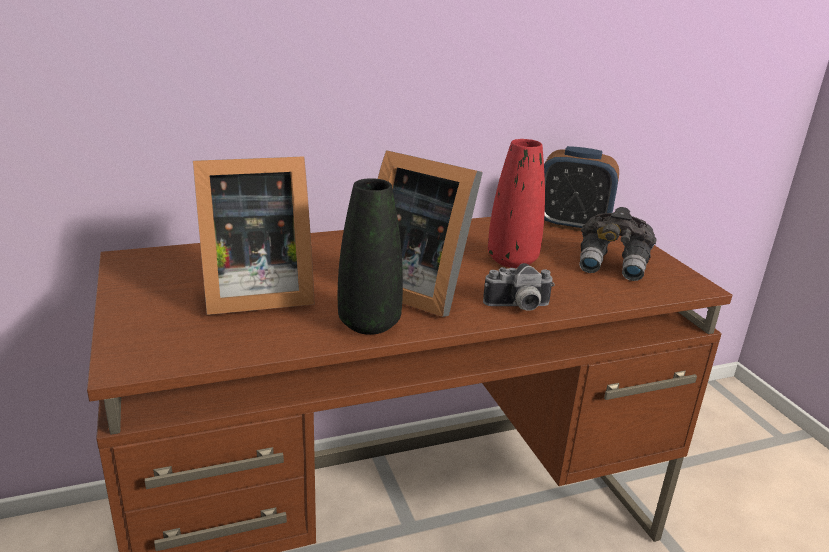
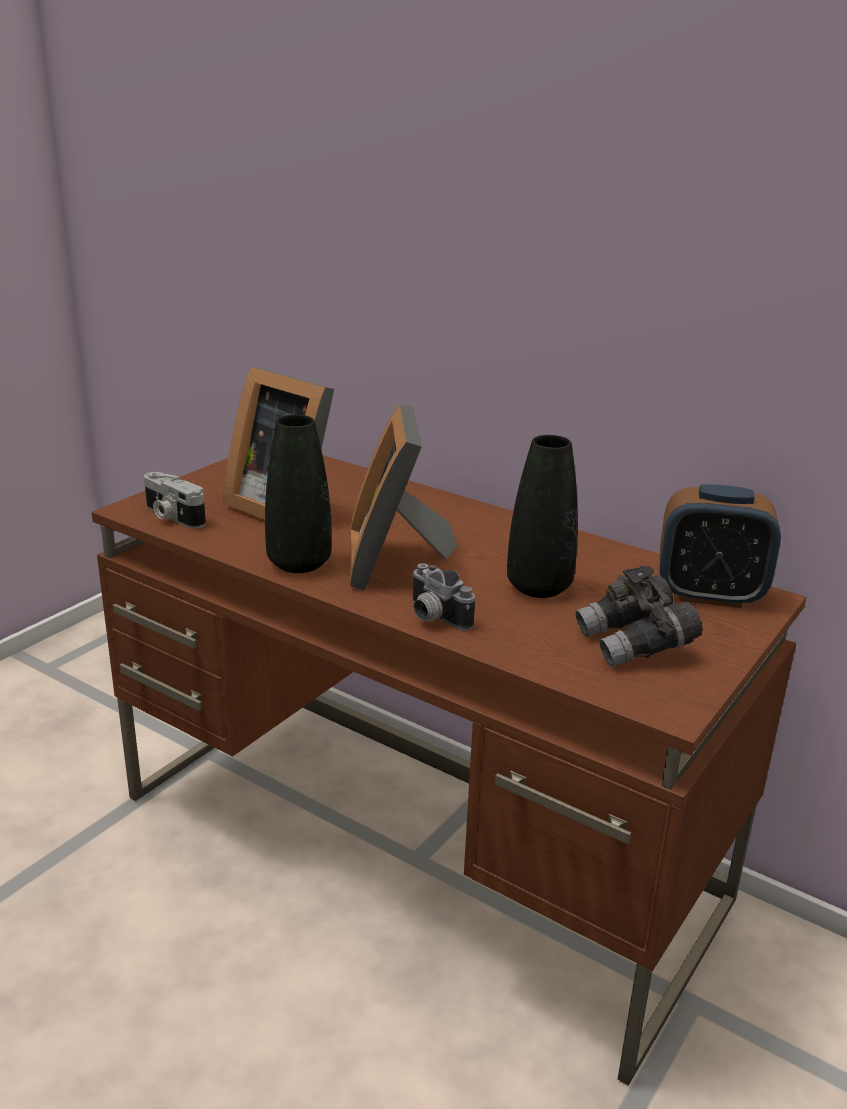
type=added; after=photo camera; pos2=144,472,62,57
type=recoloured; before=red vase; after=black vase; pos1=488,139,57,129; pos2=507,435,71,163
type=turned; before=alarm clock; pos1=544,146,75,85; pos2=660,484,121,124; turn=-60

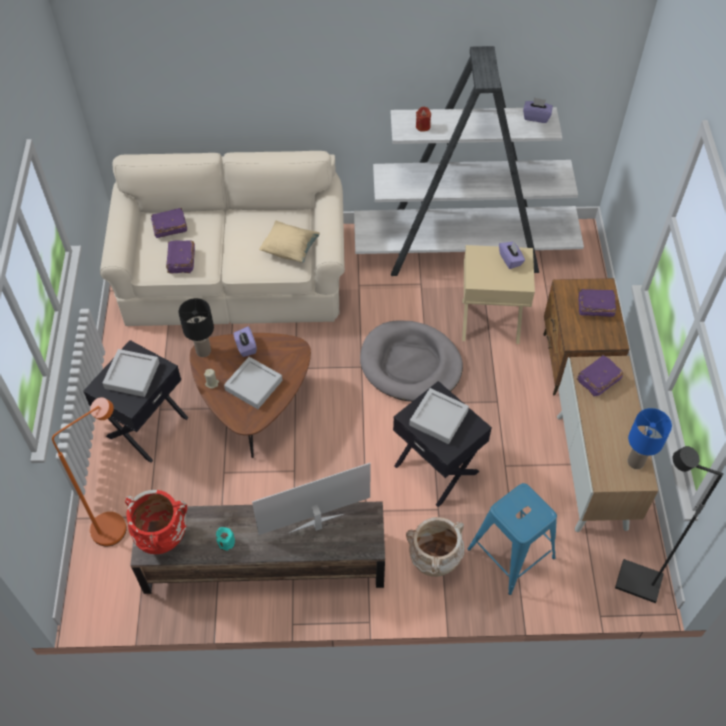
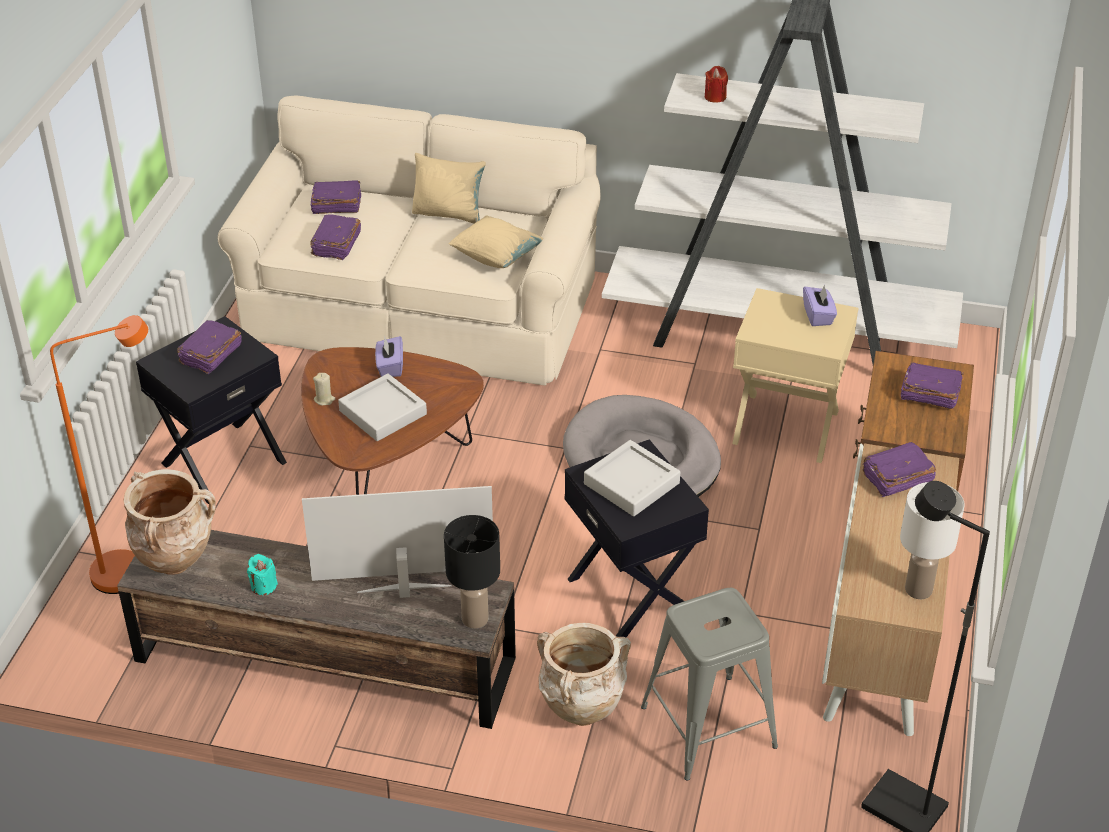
type=removed; before=purple tissue box; pos1=523,97,30,26
type=added; after=beige pillow; pos2=412,153,74,71
type=moved; before=black table lamp; pos1=179,298,35,59; pos2=444,515,56,114
type=replaced; before=grey tray; after=purple book; pos1=103,349,57,48; pos2=177,320,65,54
type=recoloured; before=red vase; after=beige vase; pos1=125,490,62,64; pos2=124,469,92,106
type=recoloured; before=blue stool; after=grey stool; pos1=468,483,89,112; pos2=641,588,137,193
type=recoloured; before=blue table lamp; after=white table lamp; pos1=627,408,45,61; pos2=900,482,65,117

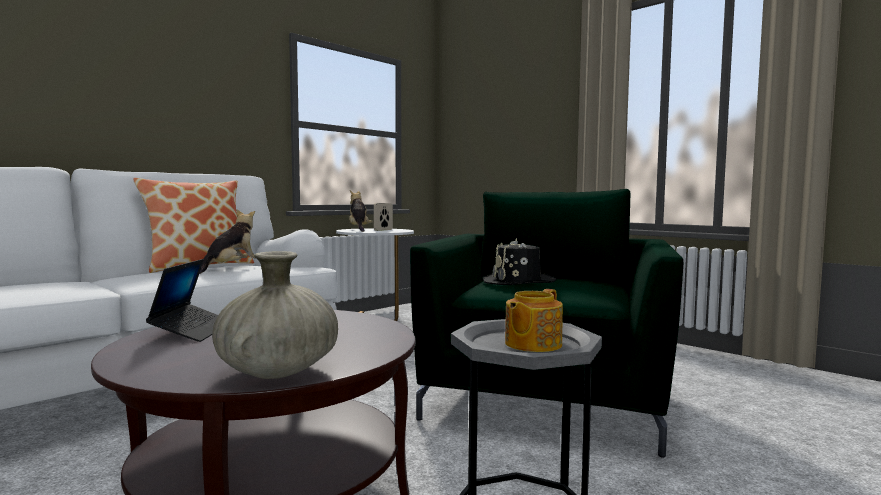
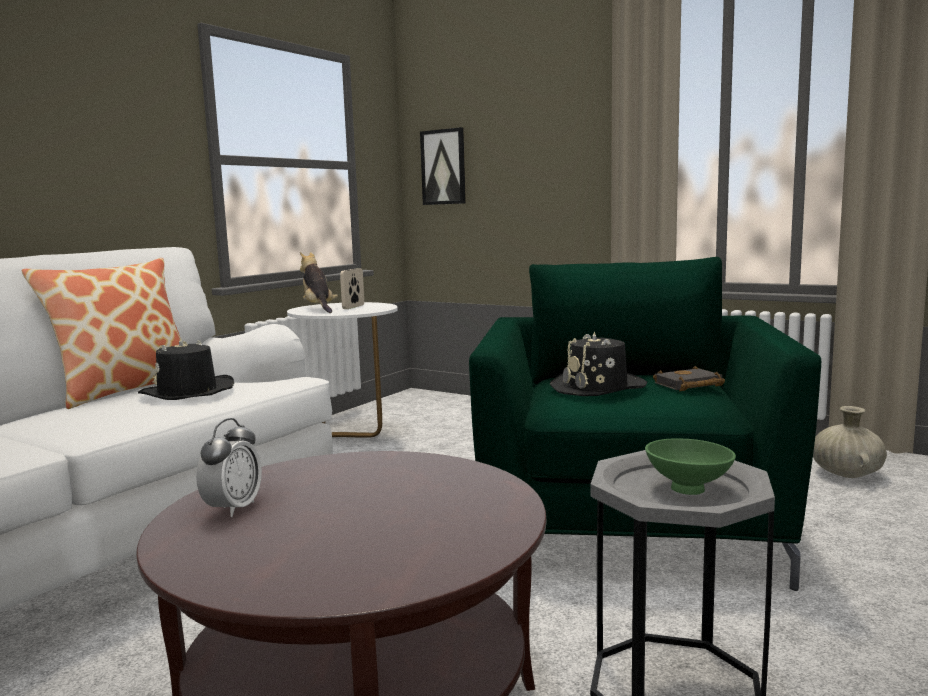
type=added; after=picture; pos2=420,127,46,78
type=added; after=black book; pos2=653,366,72,25
type=moved; before=beige vase; pos1=212,251,126,128; pos2=813,406,74,72
type=replaced; before=laptop; after=alarm clock; pos1=146,259,72,83; pos2=196,418,66,99
type=replaced; before=plush toy; after=black hat; pos1=199,210,57,64; pos2=138,337,96,63
type=replaced; before=teapot; after=green bowl; pos1=505,289,58,63; pos2=645,438,91,57

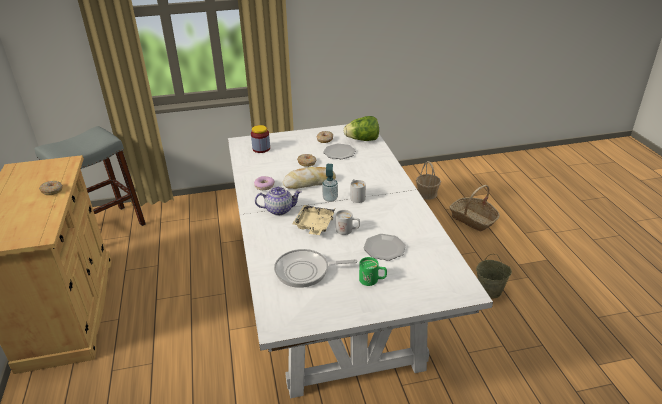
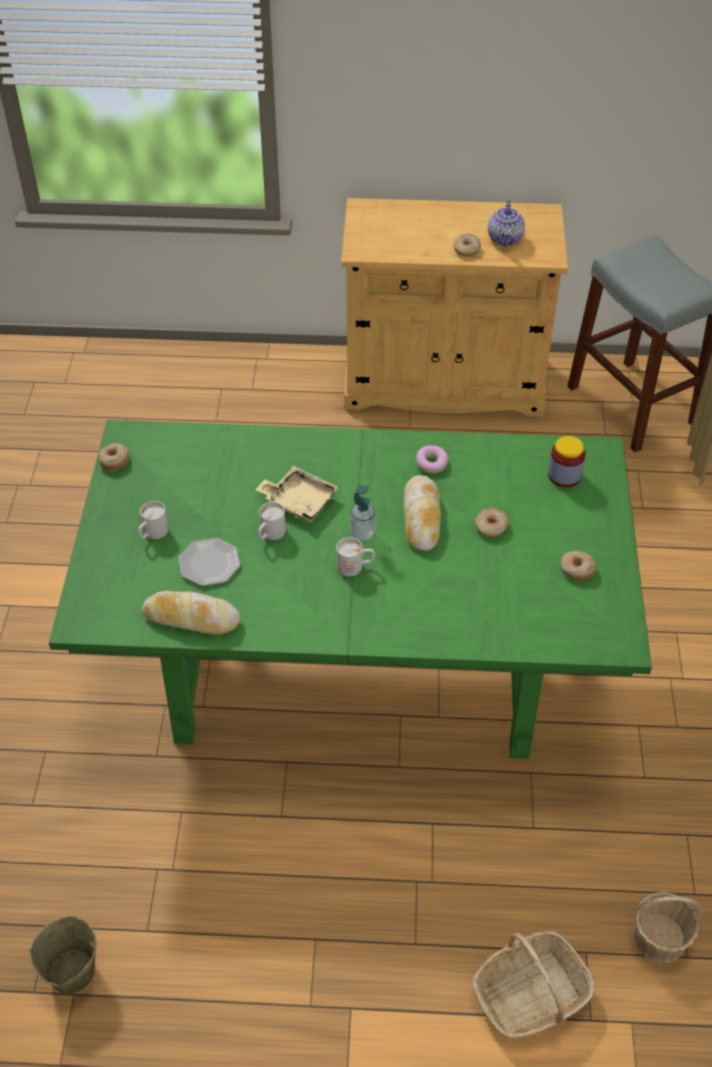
type=removed; before=frying pan; pos1=274,249,83,39
type=removed; before=plate; pos1=323,144,33,15
type=removed; before=lettuce; pos1=344,116,35,25
type=added; after=donut; pos2=98,443,31,28
type=added; after=bread; pos2=142,591,99,44
type=moved; before=teapot; pos1=255,187,47,29; pos2=488,200,37,46
type=moved; before=beige bucket; pos1=476,254,36,44; pos2=30,916,67,78
type=recoloured; before=white dining table; after=green dining table; pos1=228,124,265,274; pos2=49,420,603,339
type=recoloured; before=green mug; after=white mug; pos1=359,257,28,29; pos2=138,501,31,39

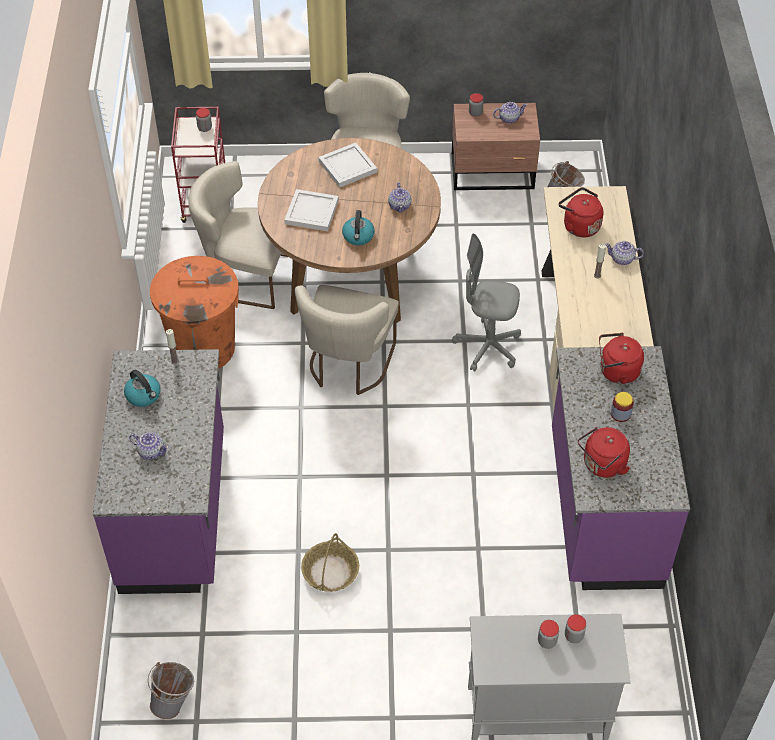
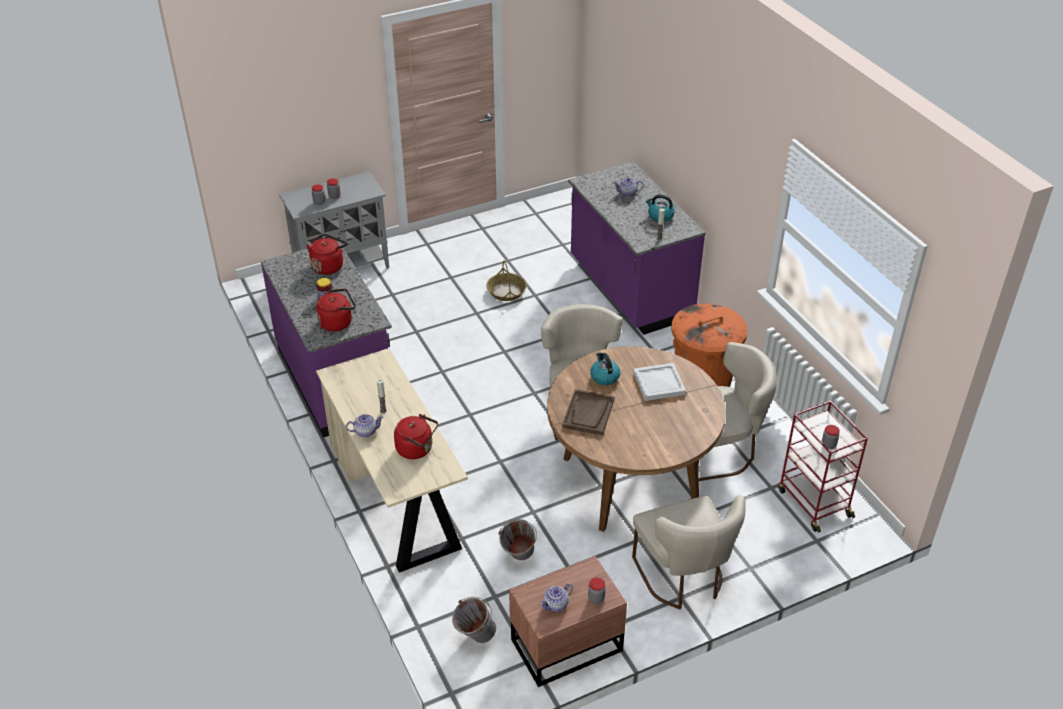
type=removed; before=white tray; pos1=319,143,58,45
type=removed; before=grey office chair; pos1=452,234,69,138
type=moved; before=grey bucket; pos1=148,662,46,57; pos2=499,519,38,41
type=replaced; before=teapot; after=brown tray; pos1=388,182,24,31; pos2=562,389,52,47

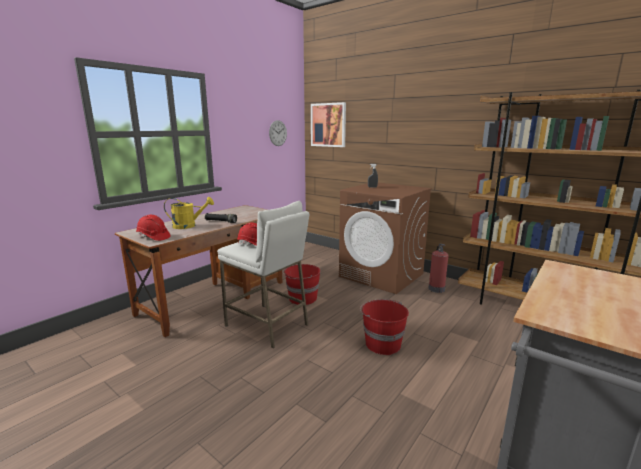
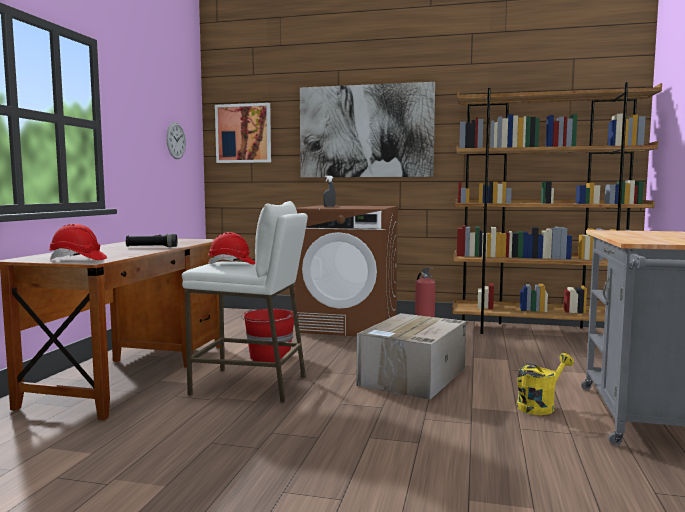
type=added; after=picture; pos2=300,82,135,95
type=moved; before=yellow watering can; pos1=164,197,50,32; pos2=517,353,57,62
type=replaced; before=red bucket; after=cardboard box; pos1=360,299,49,56; pos2=357,313,109,87

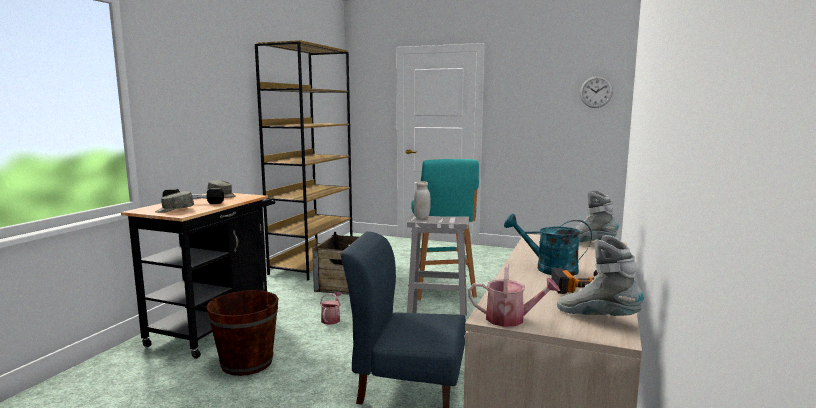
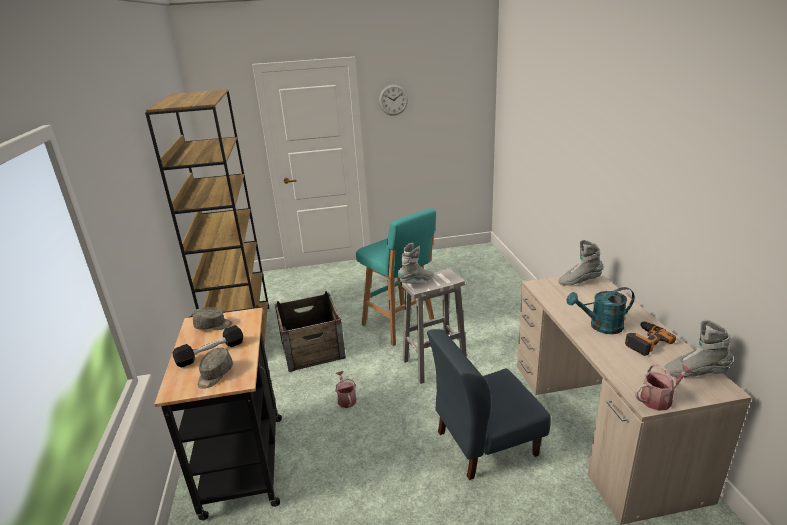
type=removed; before=brown bucket; pos1=206,290,73,86
type=moved; before=wall clock; pos1=580,76,33,32; pos2=379,84,29,32
type=replaced; before=white jar; after=grey boot; pos1=414,181,17,38; pos2=398,243,35,41

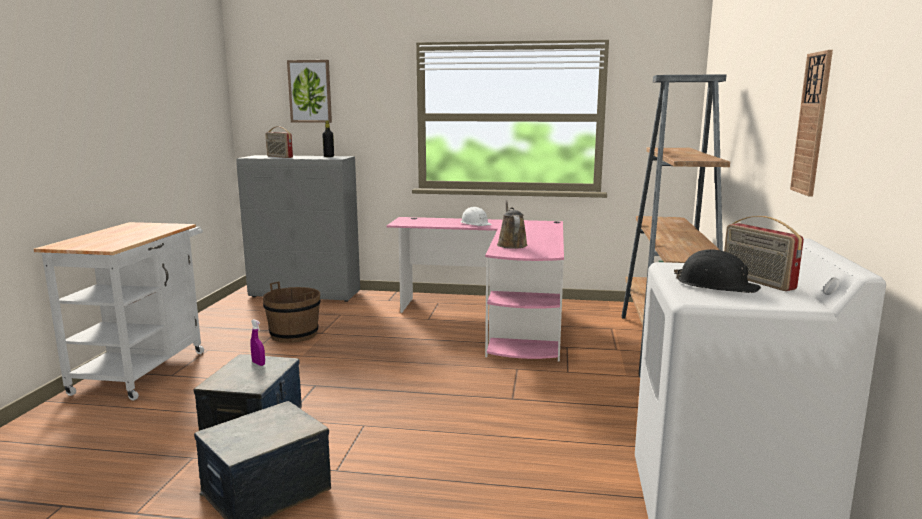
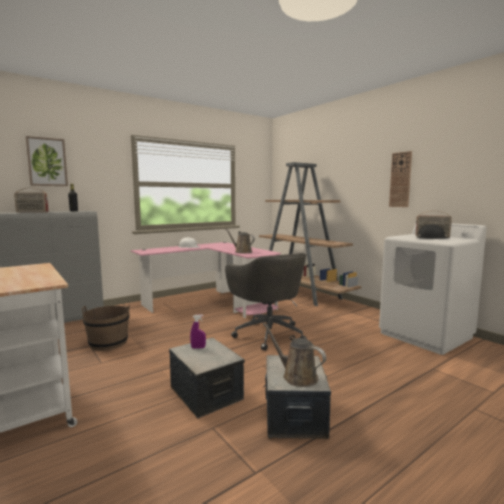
type=added; after=grey office chair; pos2=225,253,82,98
type=added; after=brown watering can; pos2=263,323,63,64

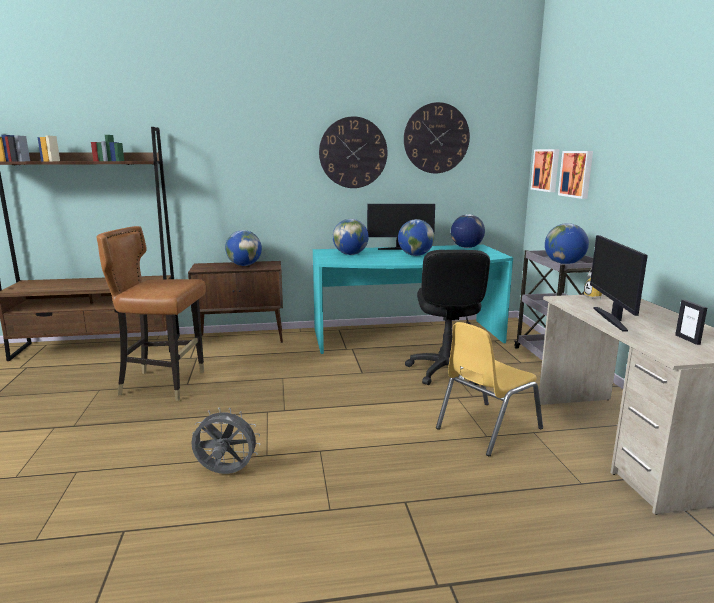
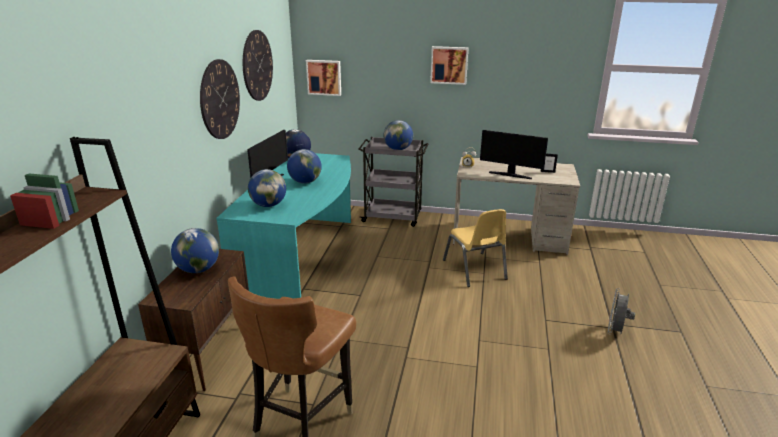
type=removed; before=black office chair; pos1=405,250,85,135
type=moved; before=grey fan; pos1=191,407,70,67; pos2=608,288,27,47
type=moved; before=picture; pos1=558,151,35,48; pos2=430,46,39,39

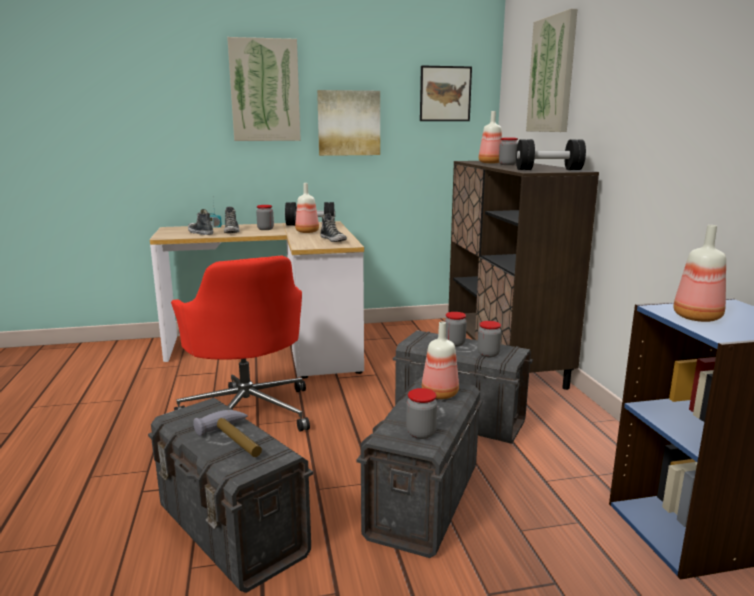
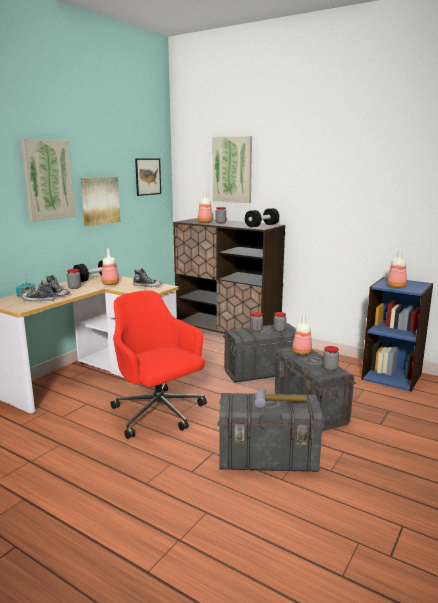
type=turned; before=red office chair; pos1=171,256,139,176; pos2=111,290,96,149; turn=-150

